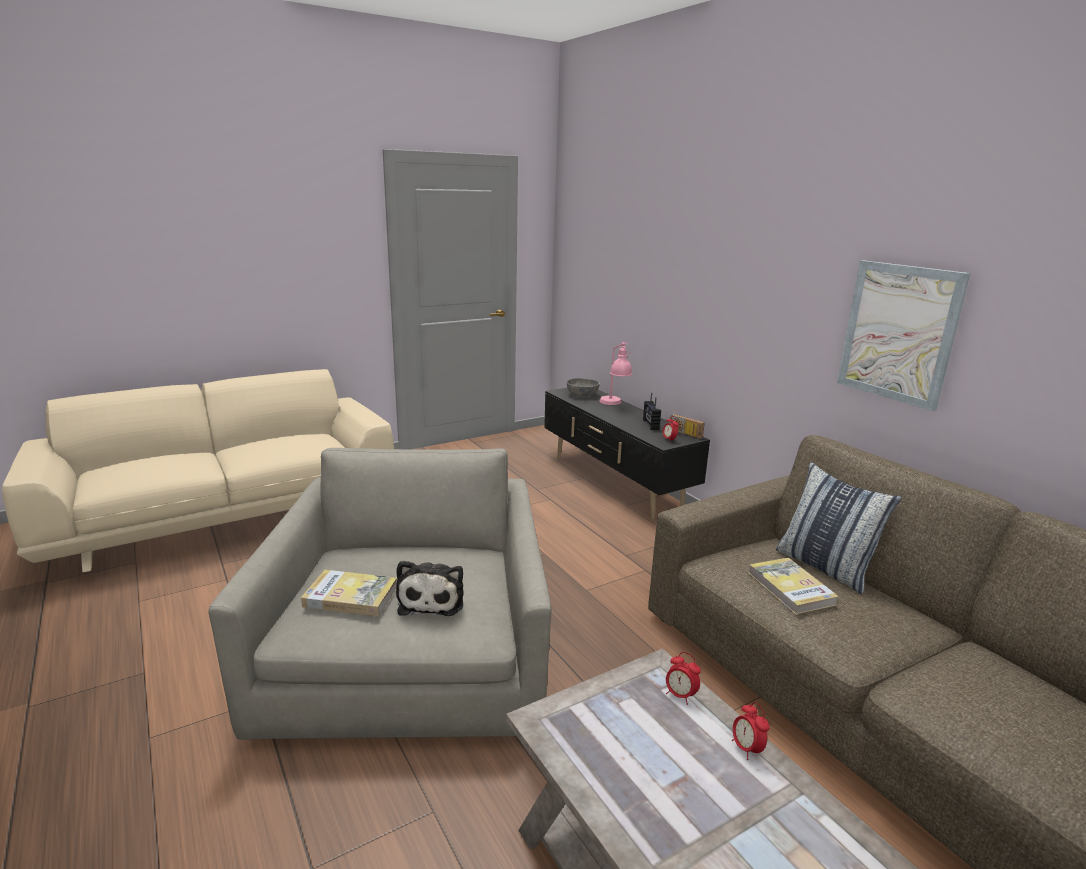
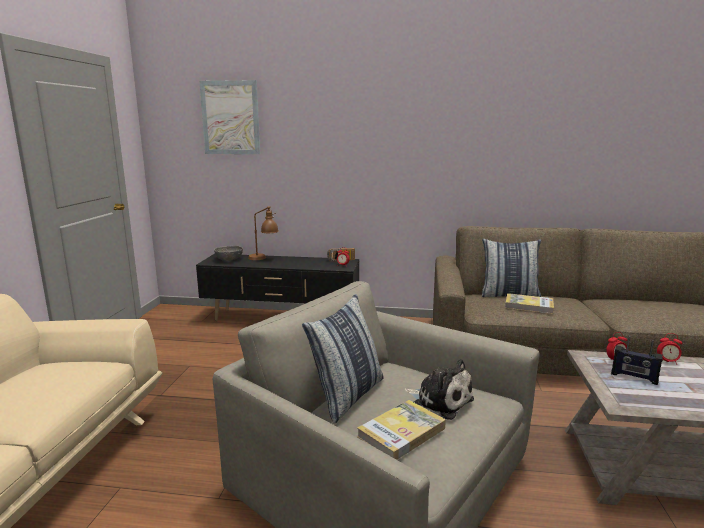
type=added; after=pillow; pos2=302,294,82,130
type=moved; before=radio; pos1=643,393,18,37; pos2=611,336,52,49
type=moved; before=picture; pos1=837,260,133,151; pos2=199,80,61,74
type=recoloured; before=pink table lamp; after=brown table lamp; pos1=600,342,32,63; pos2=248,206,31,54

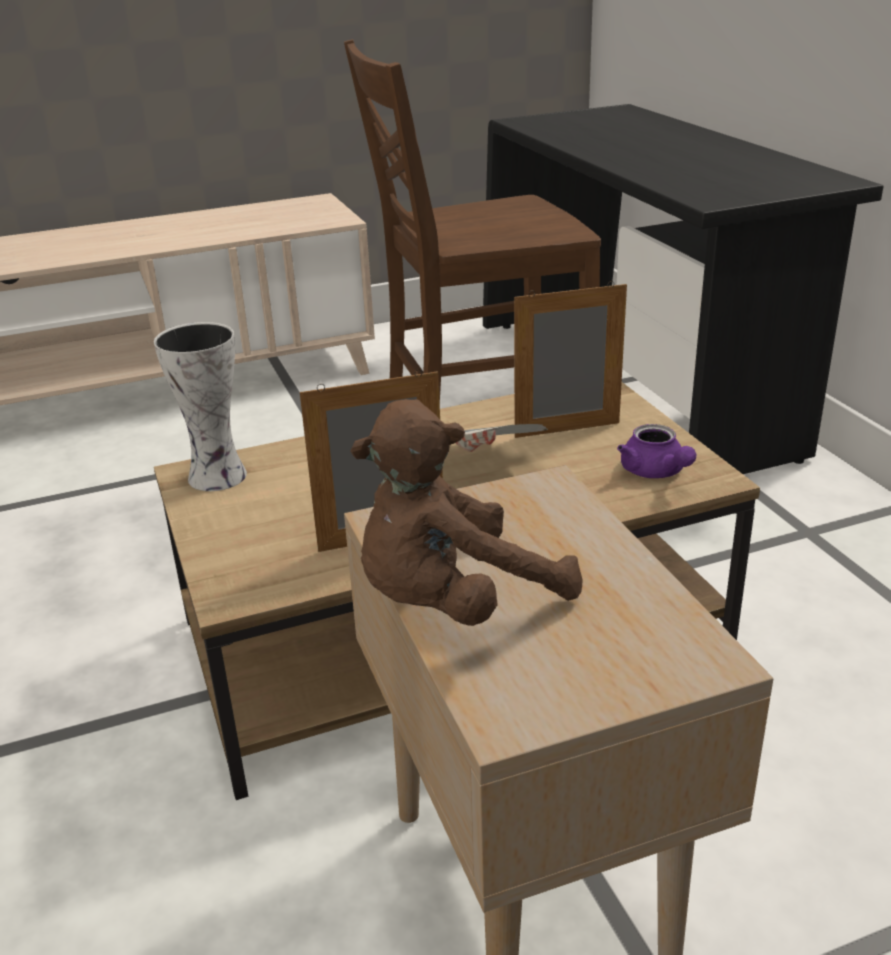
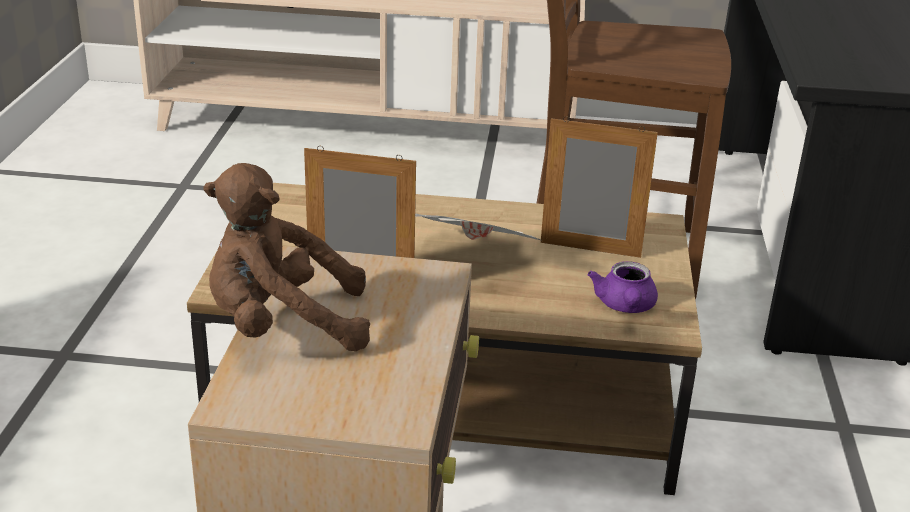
type=removed; before=vase; pos1=154,322,93,169

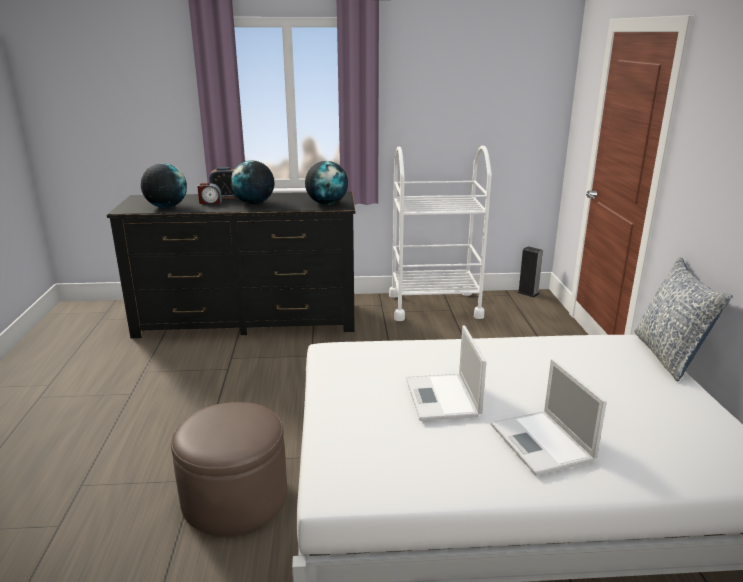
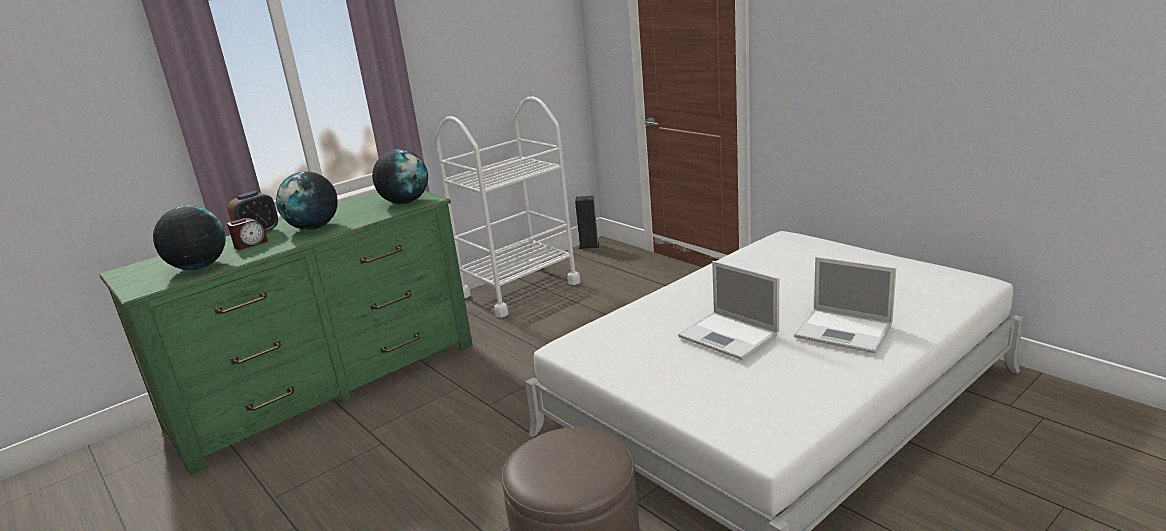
type=removed; before=pillow; pos1=634,257,98,124
type=recoloured; before=black dresser; after=green dresser; pos1=107,192,248,146; pos2=99,191,374,284

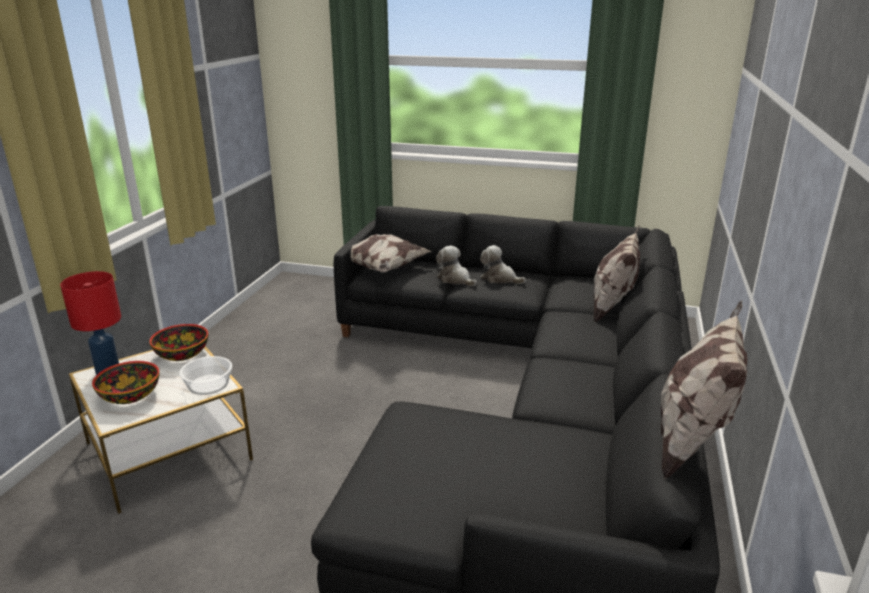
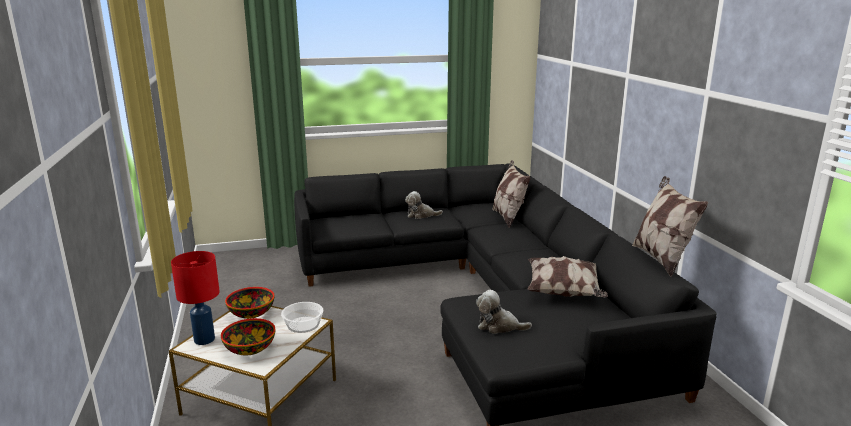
type=moved; before=pillow; pos1=350,234,82,38; pos2=528,256,80,41
type=moved; before=plush toy; pos1=436,246,41,40; pos2=476,290,56,44

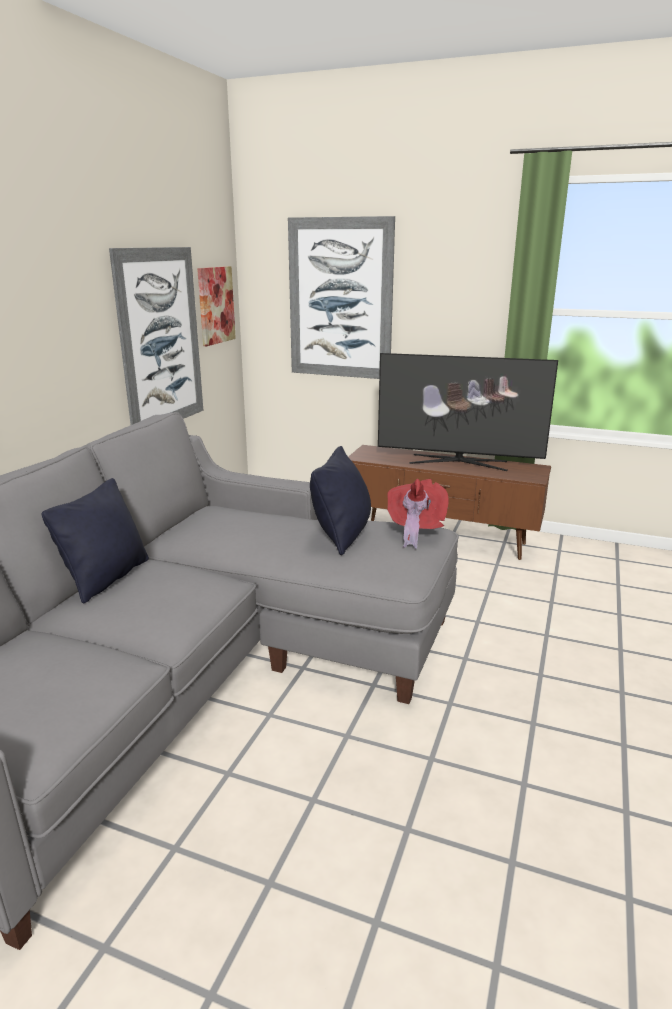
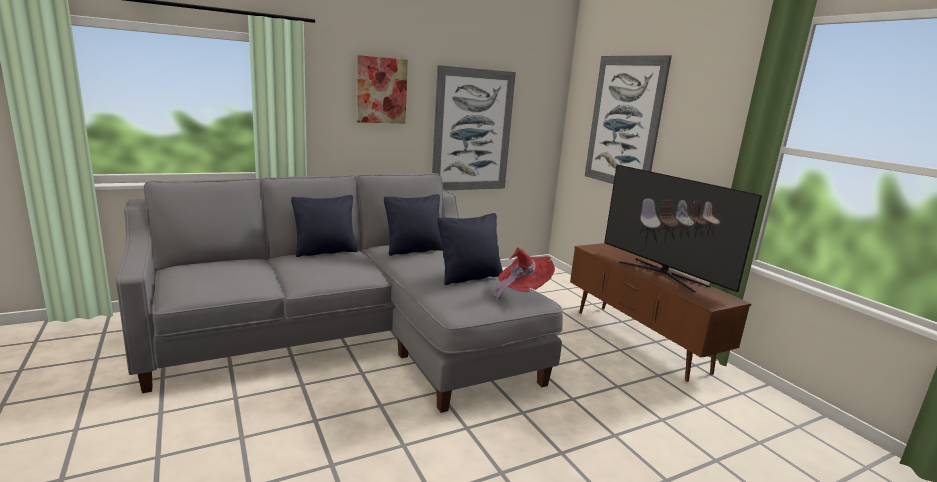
type=added; after=black pillow; pos2=384,194,59,62
type=moved; before=picture; pos1=197,266,39,80; pos2=357,55,51,69

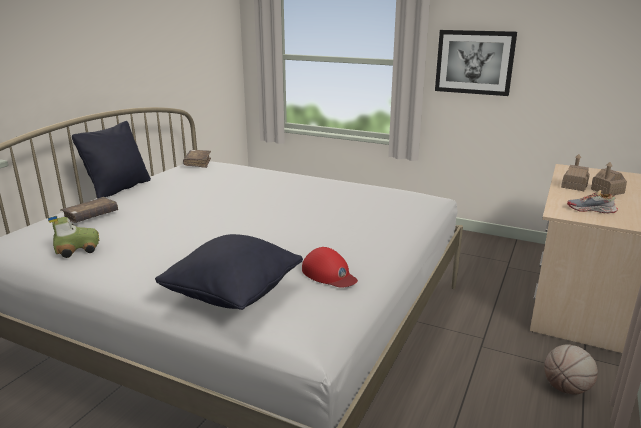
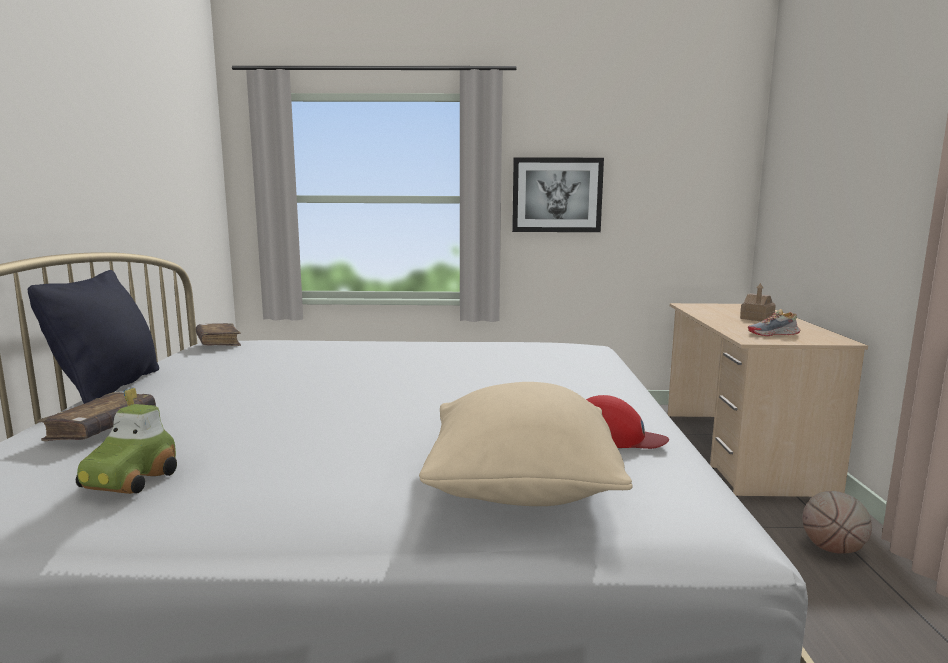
type=removed; before=toy house; pos1=561,154,29,37
type=recoloured; before=black pillow; after=beige pillow; pos1=155,234,148,76; pos2=419,382,214,124
type=turned; before=toy car; pos1=48,216,51,42; pos2=76,388,101,106; turn=150

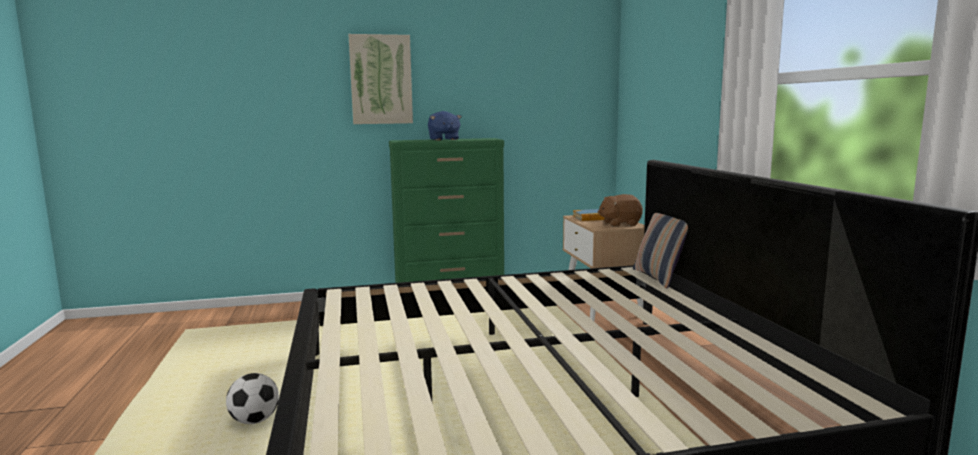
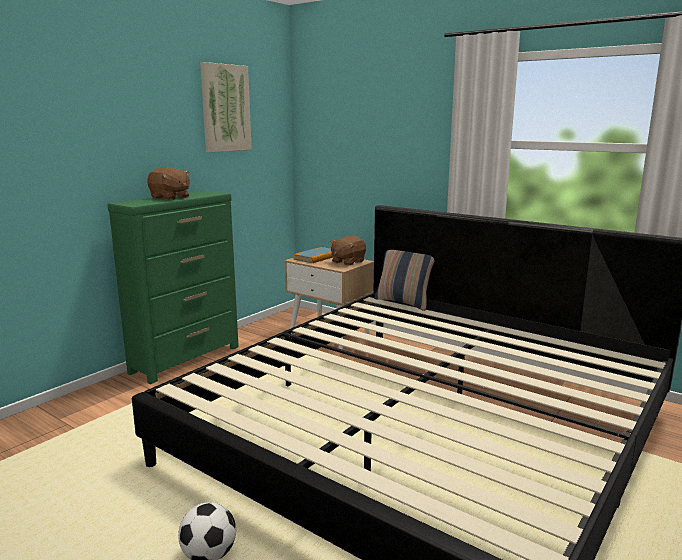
type=moved; before=picture; pos1=348,34,65,90; pos2=200,62,52,90
type=recoloured; before=blue plush toy; after=brown plush toy; pos1=428,111,34,29; pos2=147,167,43,33

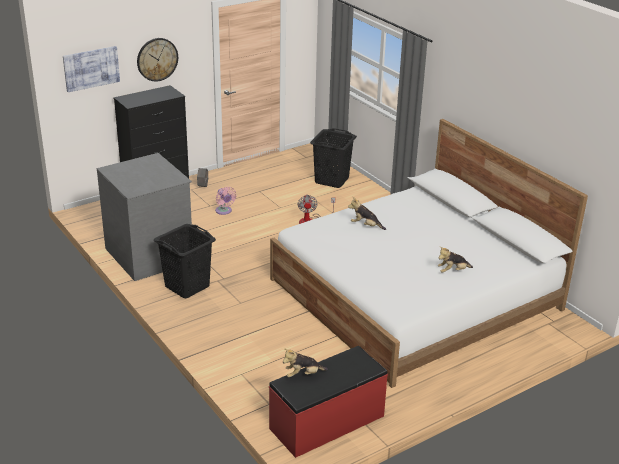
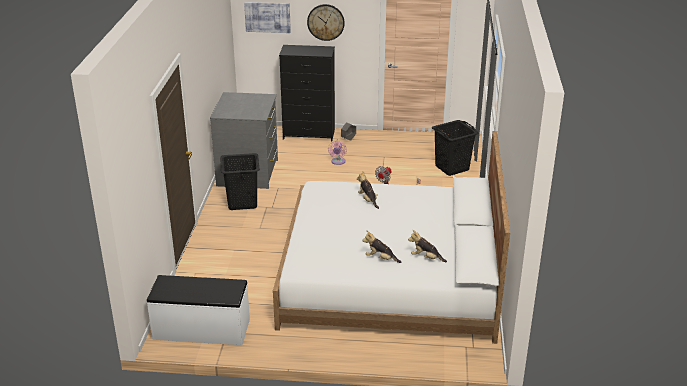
type=moved; before=plush toy; pos1=283,348,45,29; pos2=408,230,39,32
type=recoloured; before=red bench; after=white bench; pos1=269,346,119,112; pos2=147,275,103,70

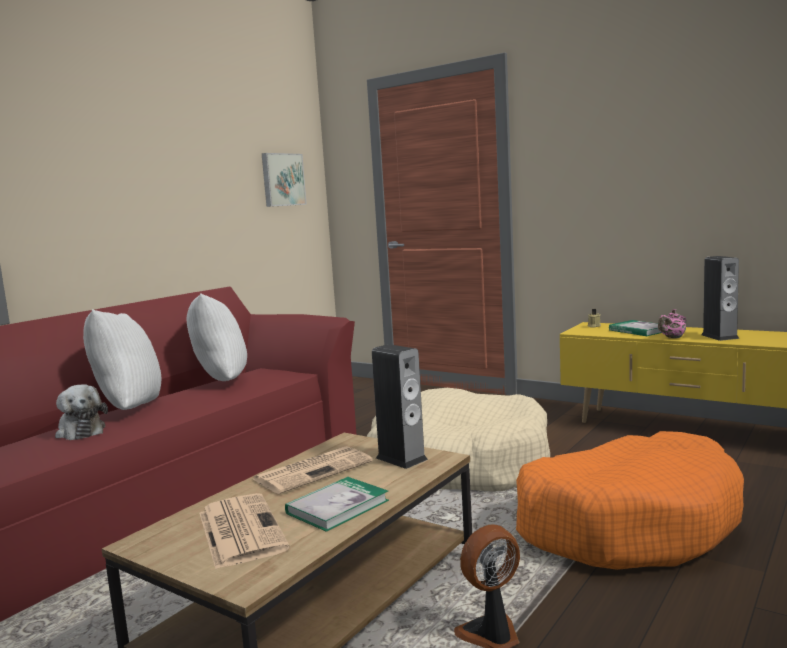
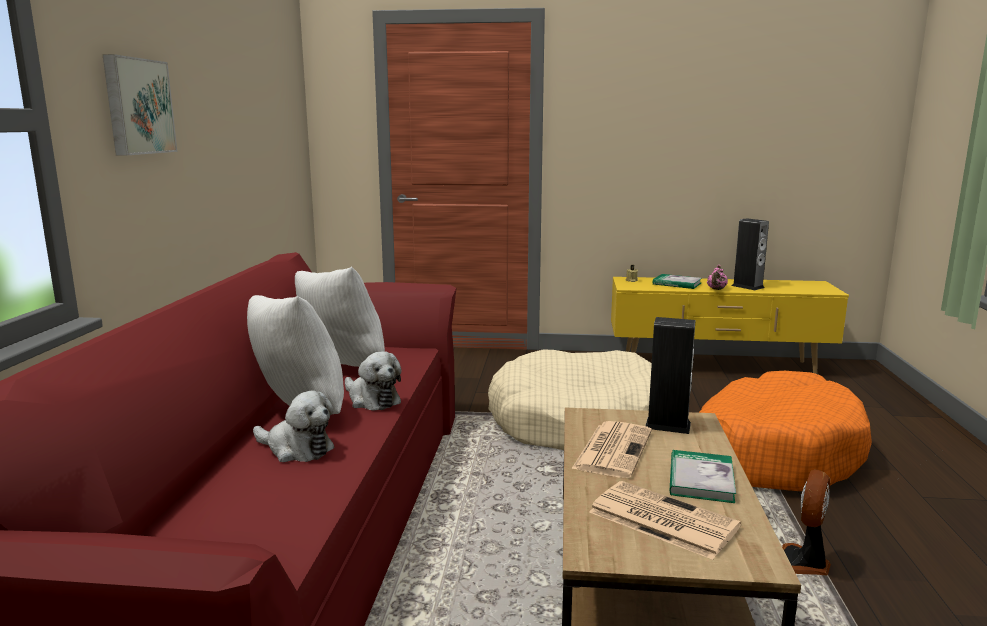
type=added; after=plush toy; pos2=345,351,56,60
type=moved; before=picture; pos1=262,153,45,54; pos2=102,54,75,101

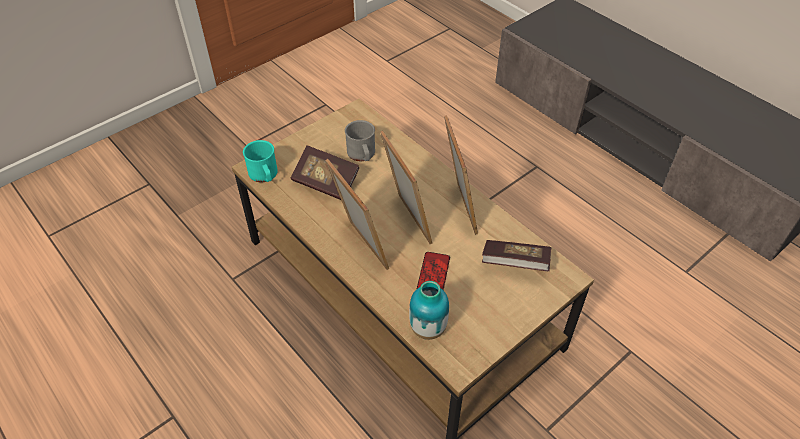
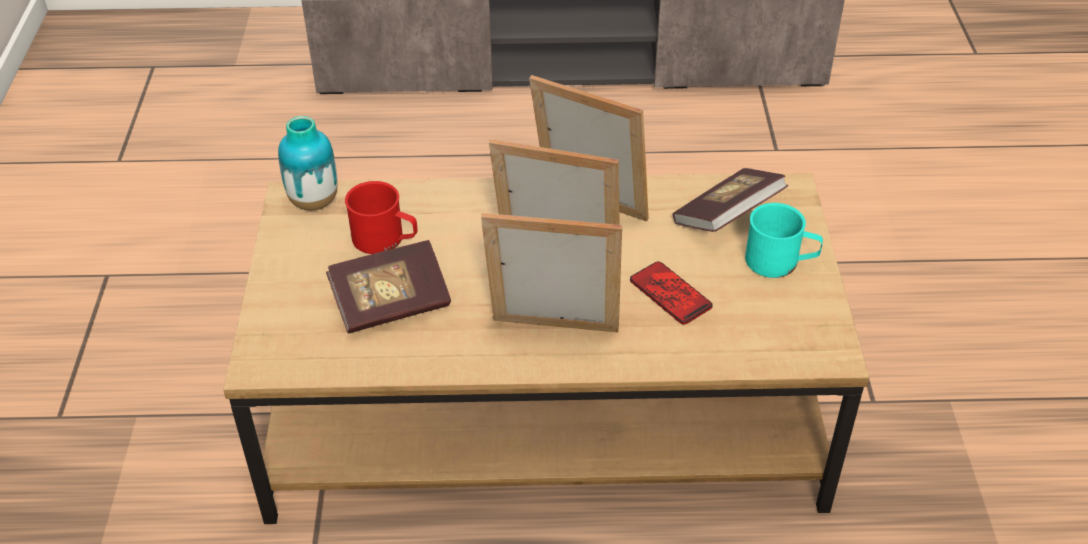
type=moved; before=turquoise mug; pos1=243,140,35,42; pos2=745,203,78,75
type=moved; before=vase; pos1=409,281,40,59; pos2=278,116,60,95
type=recoloured; before=grey mug; after=red mug; pos1=345,120,30,41; pos2=345,181,73,73

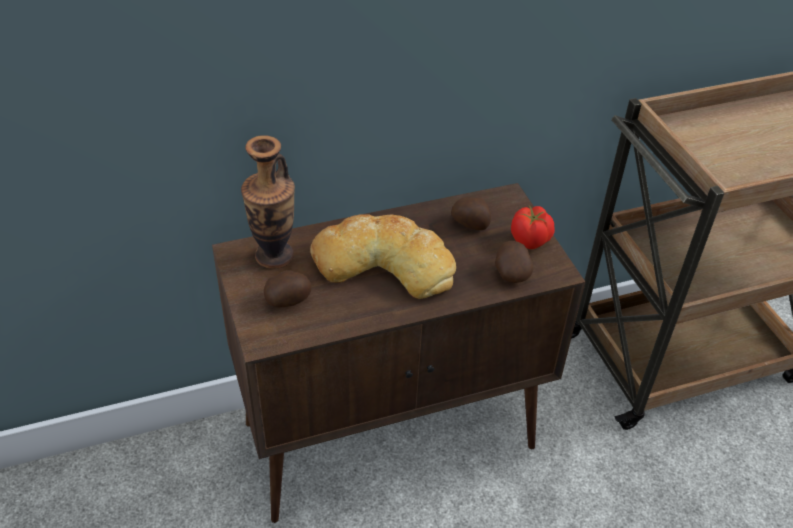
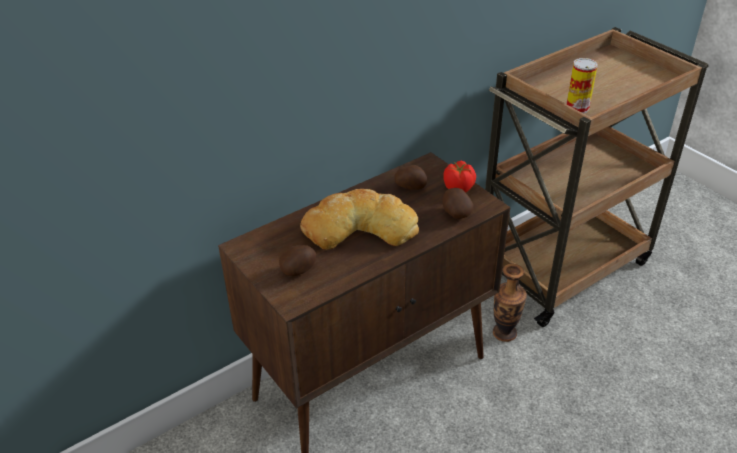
type=added; after=can; pos2=567,58,31,56
type=moved; before=vase; pos1=241,135,54,134; pos2=493,264,34,78

